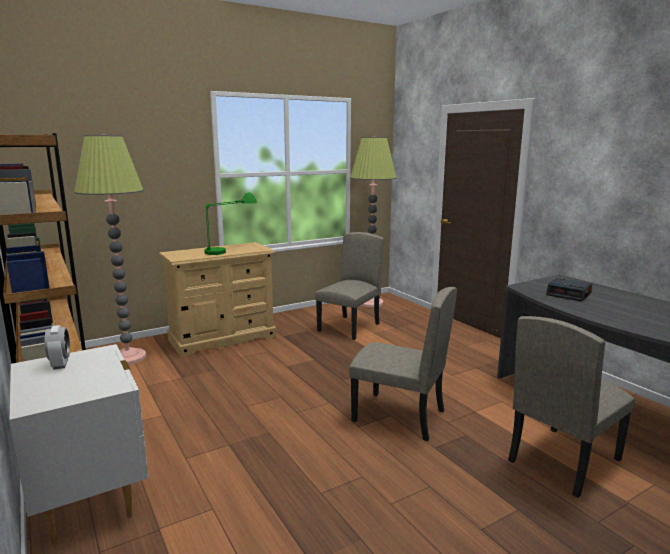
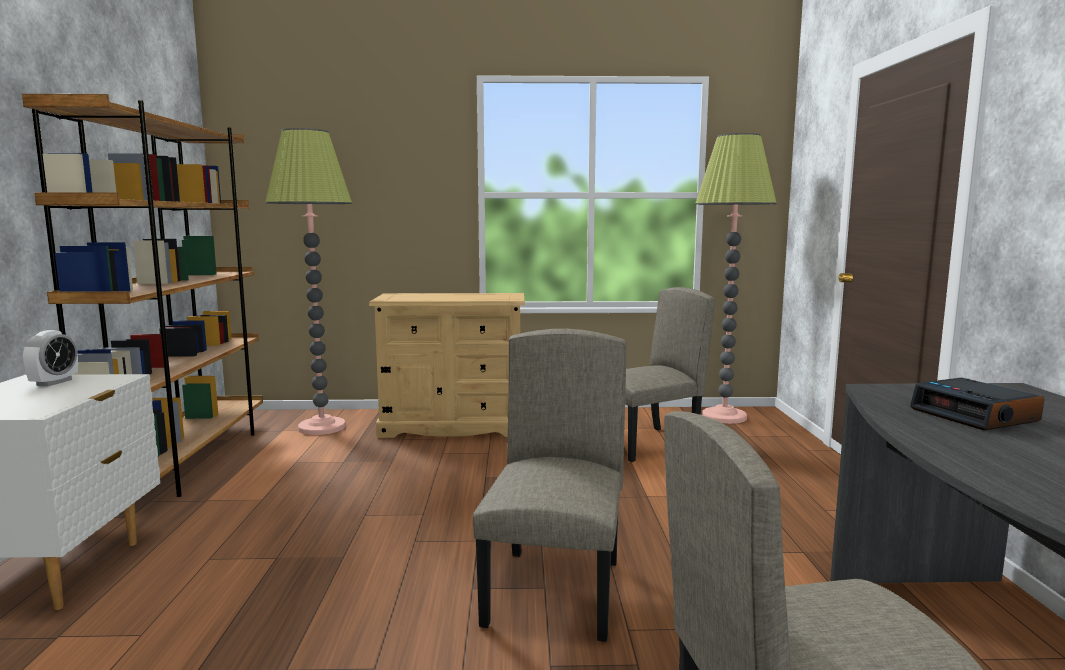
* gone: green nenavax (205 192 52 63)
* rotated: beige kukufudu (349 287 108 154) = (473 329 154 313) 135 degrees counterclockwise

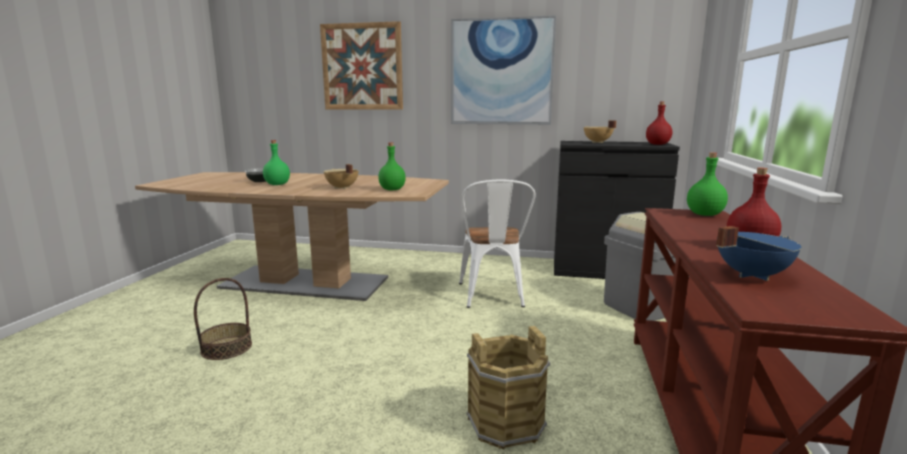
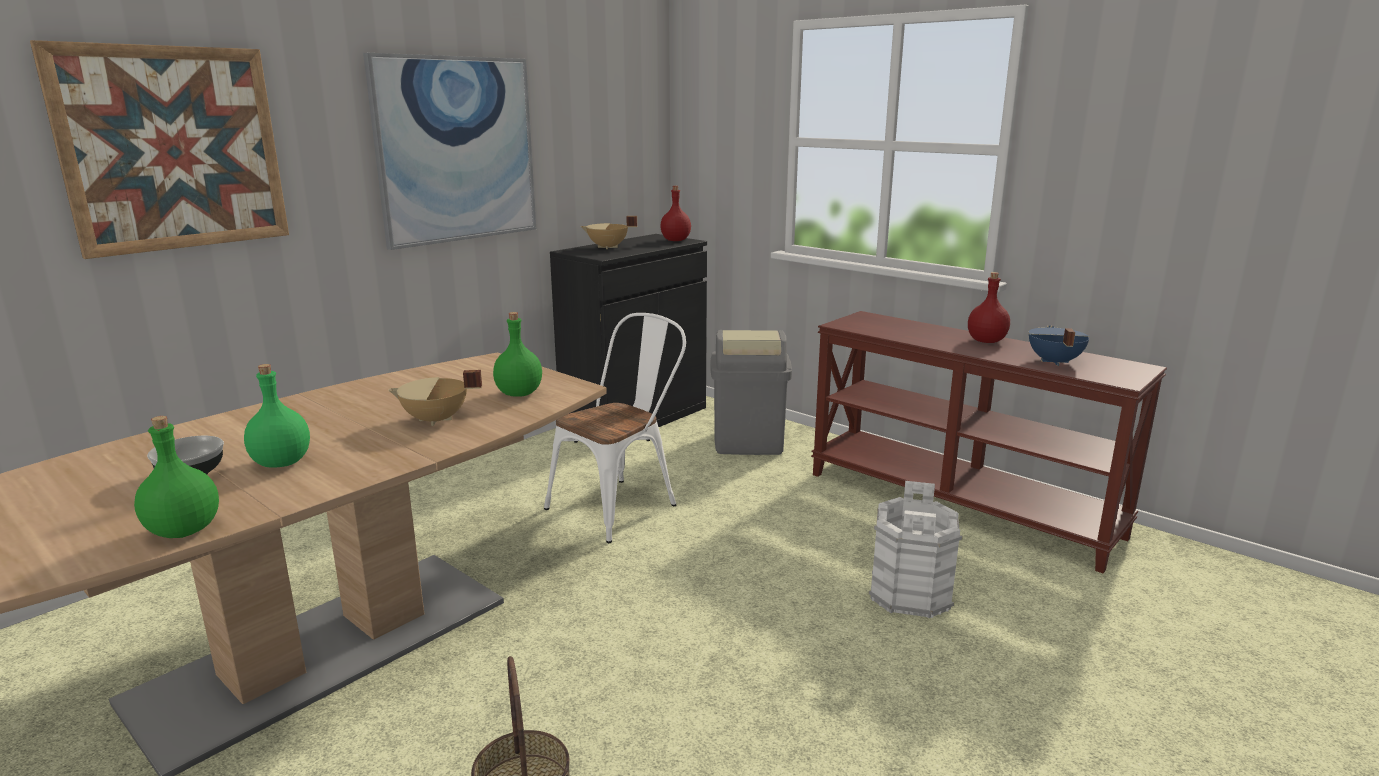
* shifted: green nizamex (687 152 41 64) to (134 416 85 122)
* repainted: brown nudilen (467 326 83 123) to white nudilen (869 481 94 137)
* rotated: white kukufudu (459 180 77 128) = (544 313 142 230) 75 degrees counterclockwise

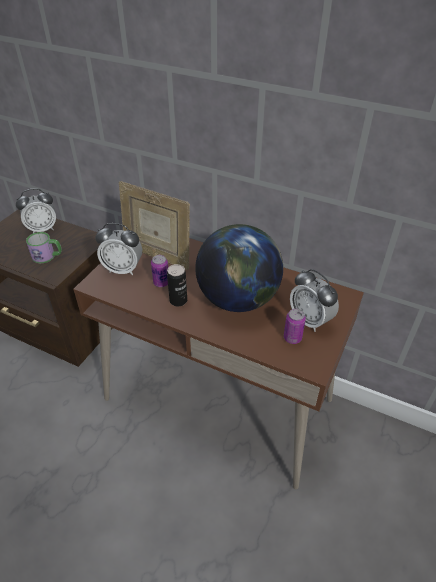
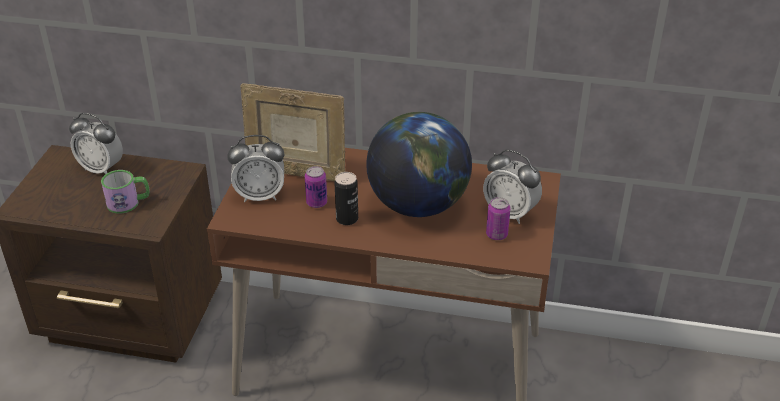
* rotated: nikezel (16 189 40 44) = (69 113 54 61) 60 degrees clockwise

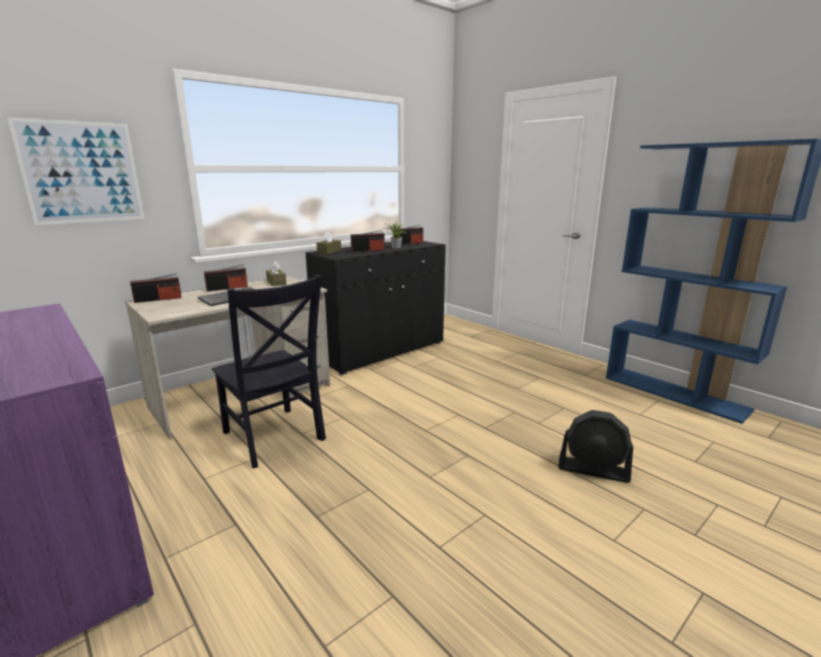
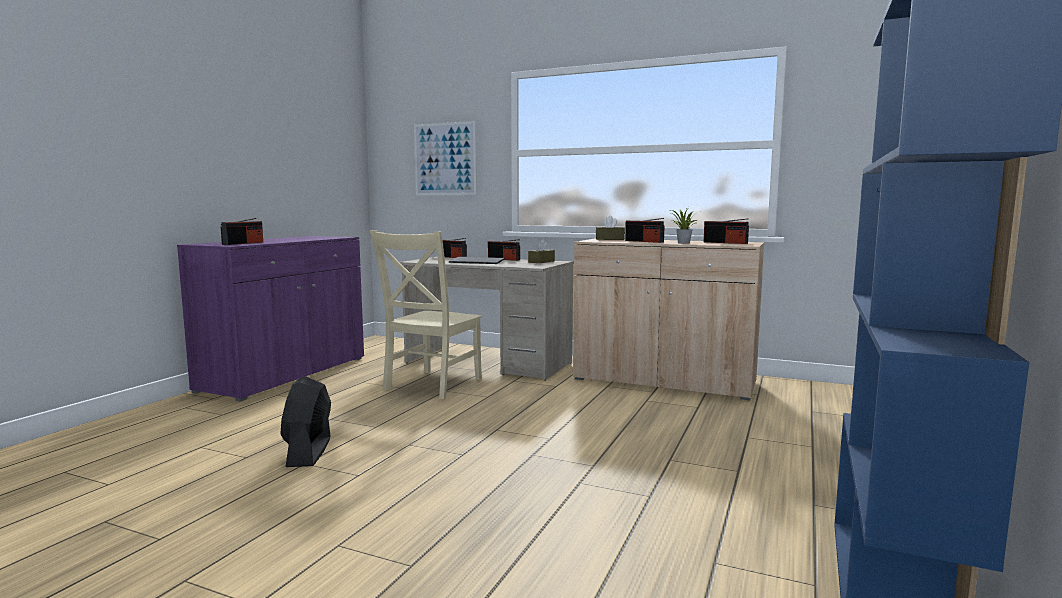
* new: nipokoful (221 218 42 27)
* shifted: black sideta (558 410 75 73) to (280 376 51 91)
* repainted: black kukufudu (212 275 114 193) to beige kukufudu (370 230 112 169)
* repainted: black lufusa (305 241 141 134) to beige lufusa (573 238 191 162)

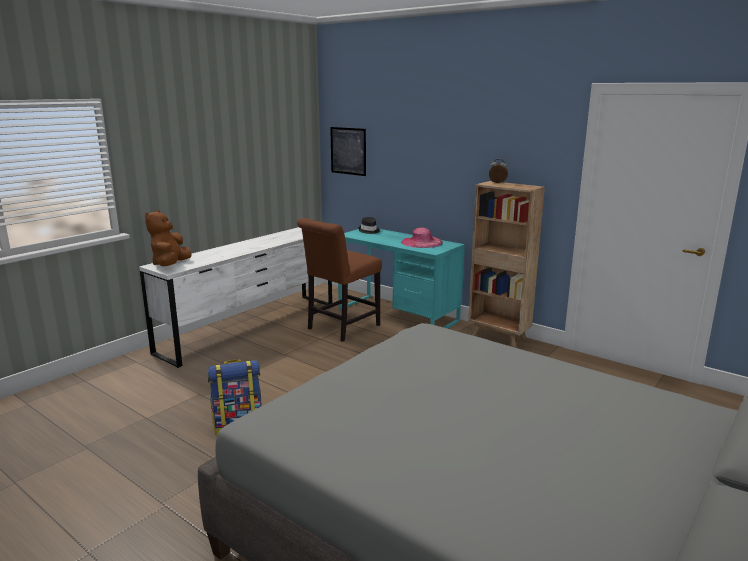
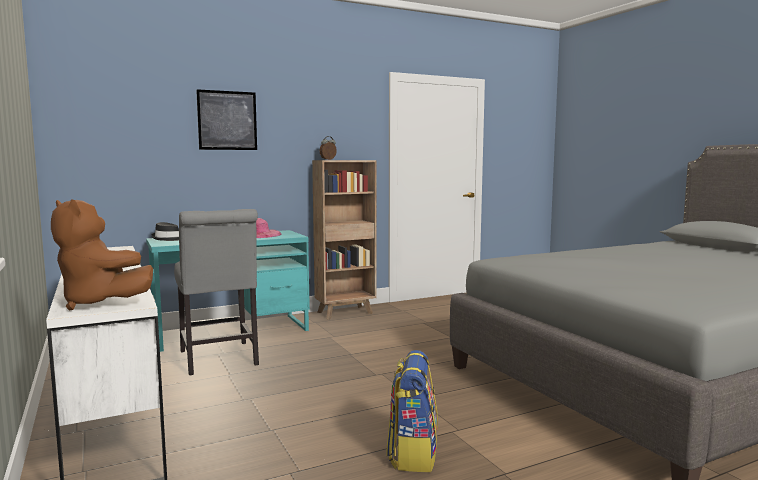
* shifted: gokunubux (330 127 36 49) to (196 89 61 61)
* repainted: brown kukufudu (297 218 85 124) to grey kukufudu (174 209 85 166)

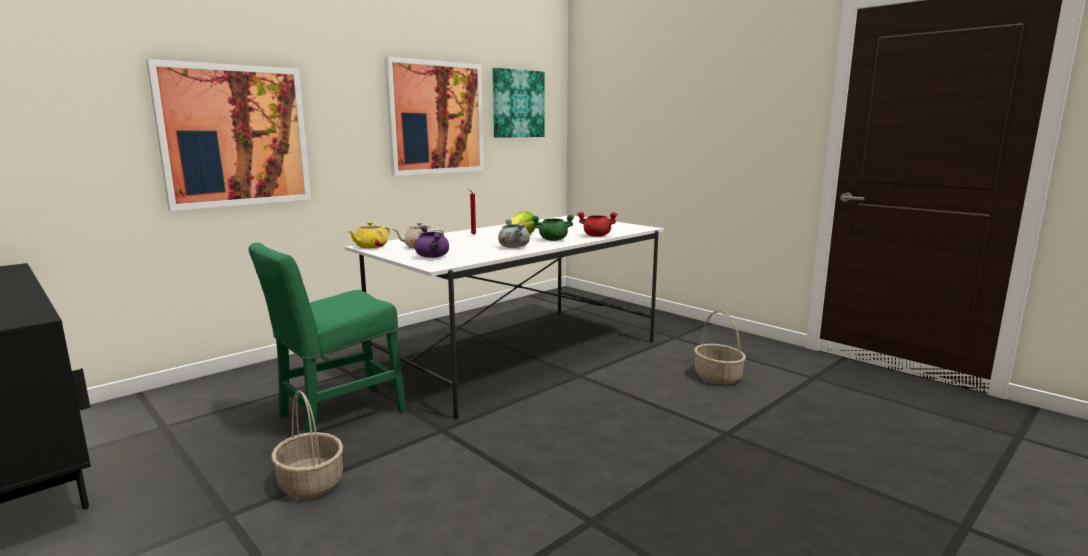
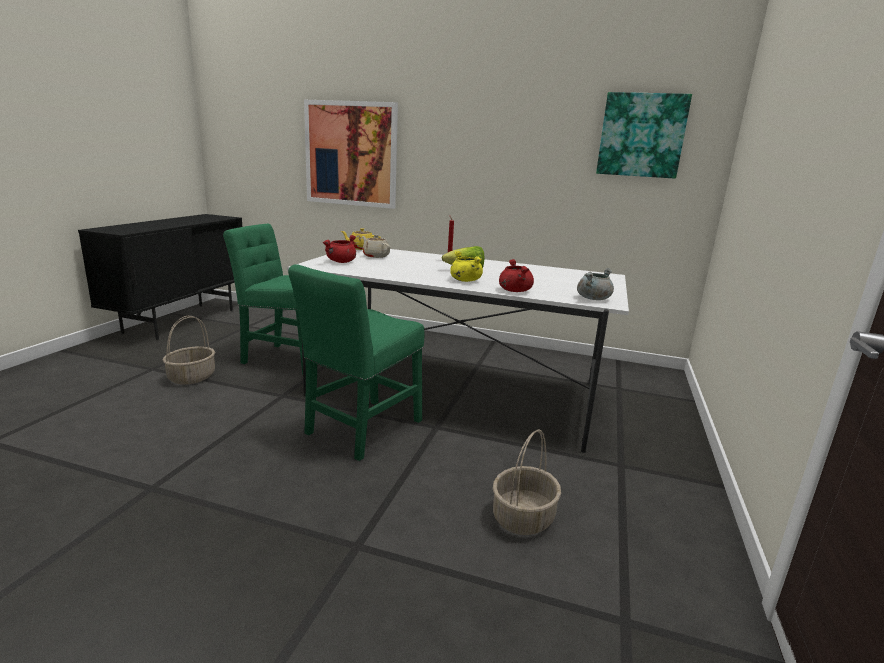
* gone: gokunubux (385 56 99 120)
* new: green kukufudu (288 264 137 197)
* shifted: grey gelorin (498 219 32 29) to (577 268 37 32)
* repainted: purple gelorin (415 225 34 33) to red gelorin (323 235 33 28)
* repainted: green gelorin (531 215 43 26) to yellow gelorin (450 251 33 31)

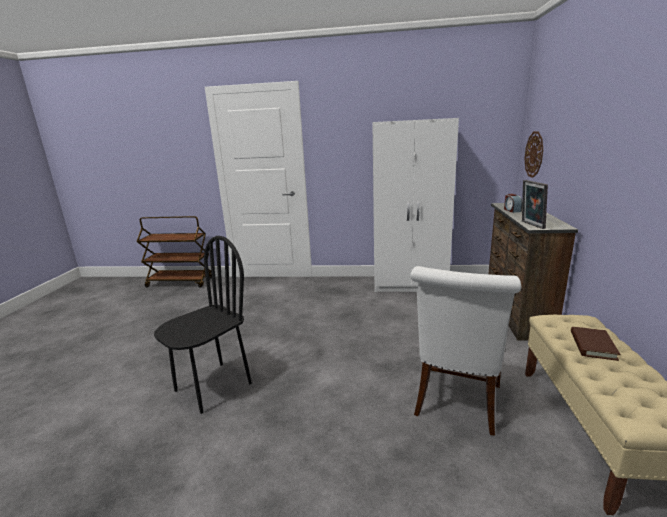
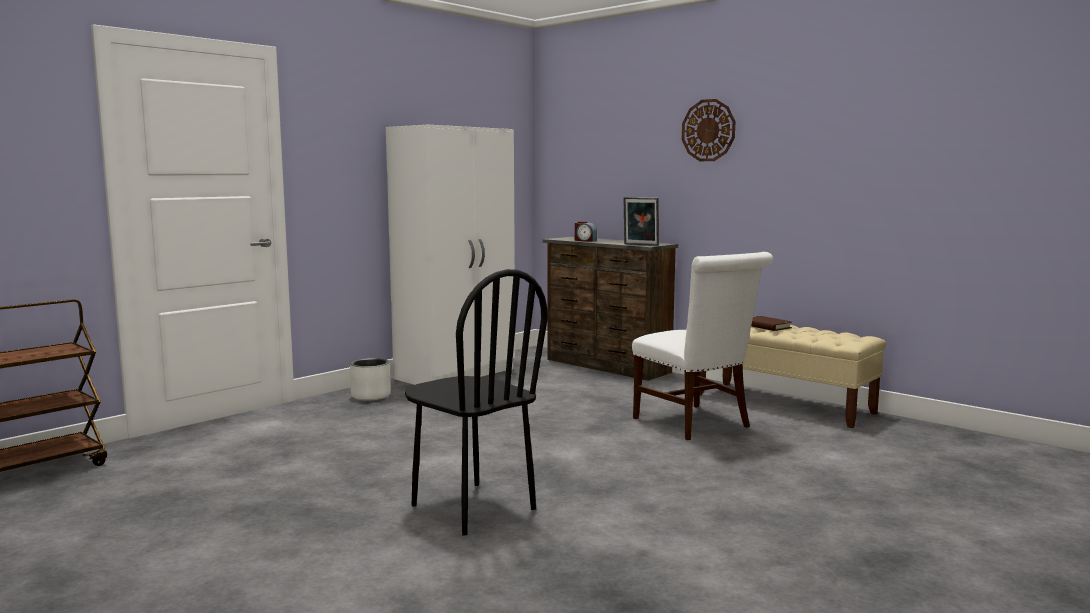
* new: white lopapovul (350 358 41 43)
* shifted: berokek (524 131 19 47) to (682 99 53 62)
* rotated: black kukufudu (154 236 98 178) = (405 269 142 267) 150 degrees clockwise

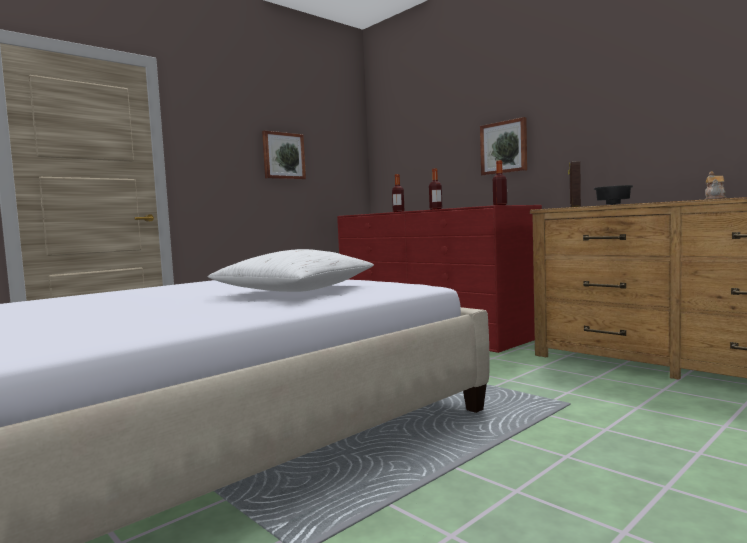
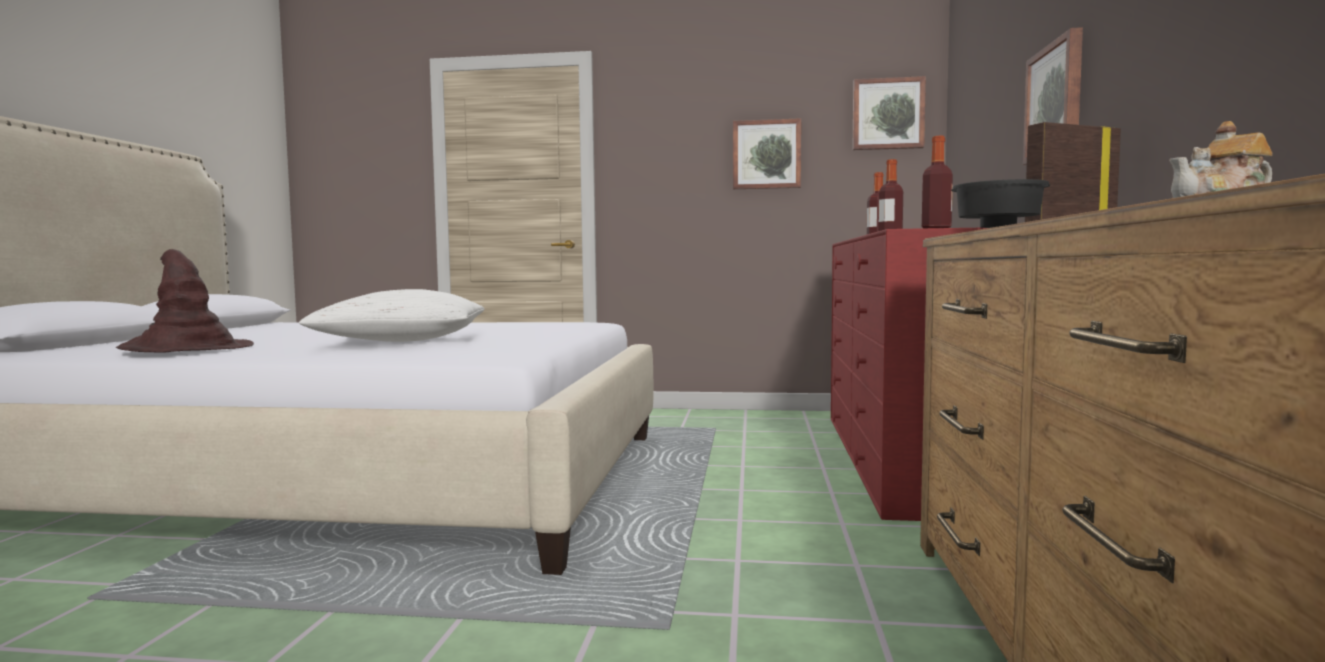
* new: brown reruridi (116 249 138 104)
* new: gokunubux (852 76 74 74)

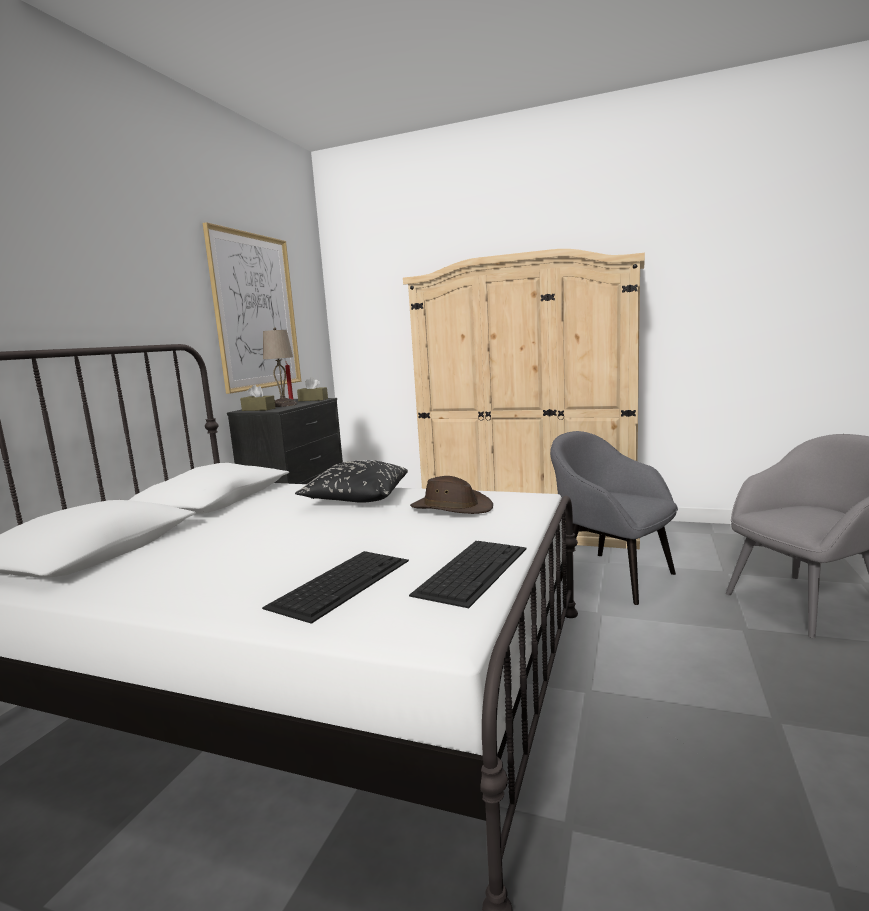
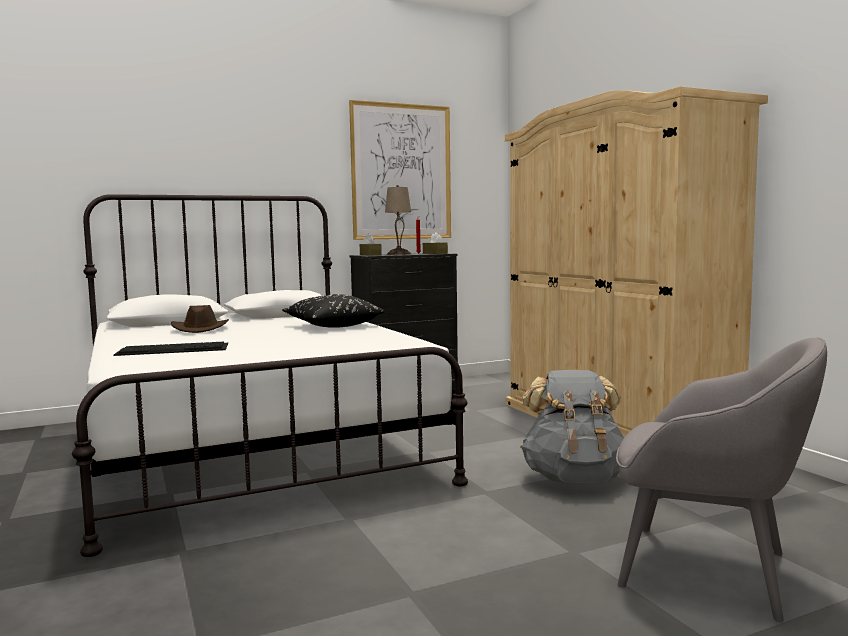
* gone: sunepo (409 541 118 67)
* shifted: brown reruridi (410 476 83 38) to (171 305 58 28)
* swapped: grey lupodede (550 431 128 174) to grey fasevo (520 370 105 114)

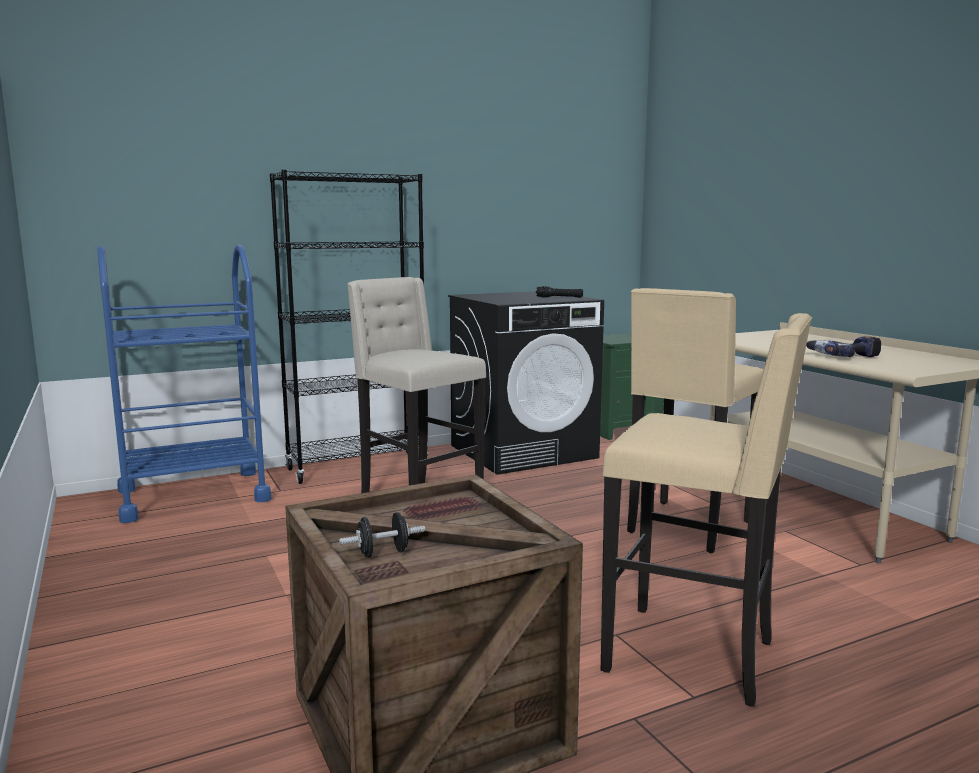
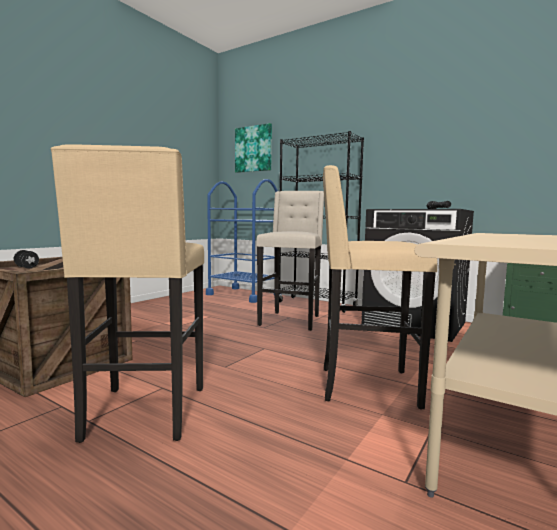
* gone: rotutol (806 336 75 21)
* new: gokunubux (235 123 37 50)

